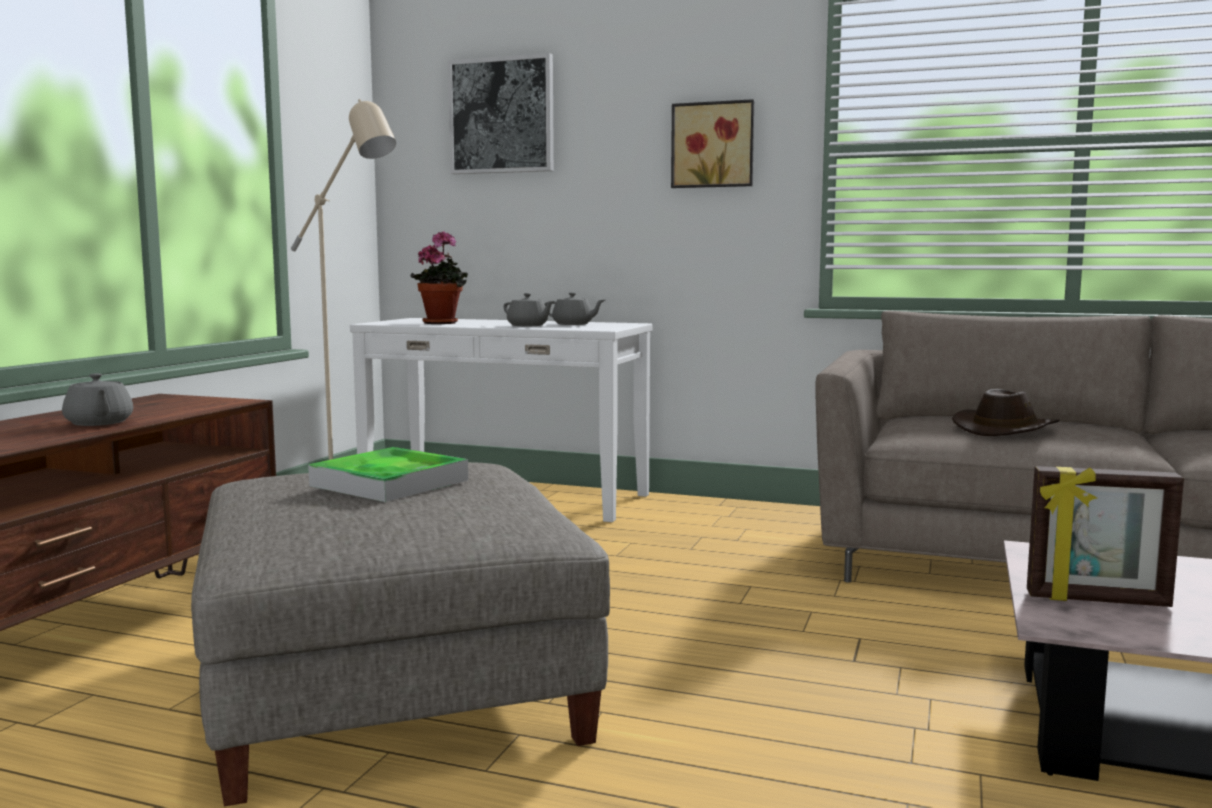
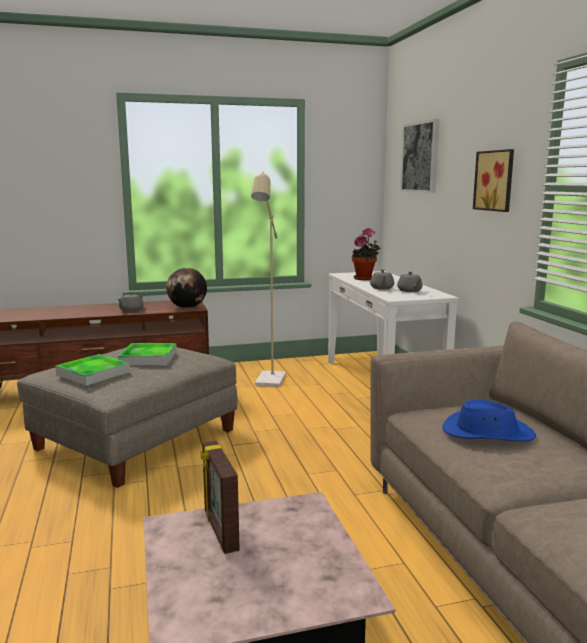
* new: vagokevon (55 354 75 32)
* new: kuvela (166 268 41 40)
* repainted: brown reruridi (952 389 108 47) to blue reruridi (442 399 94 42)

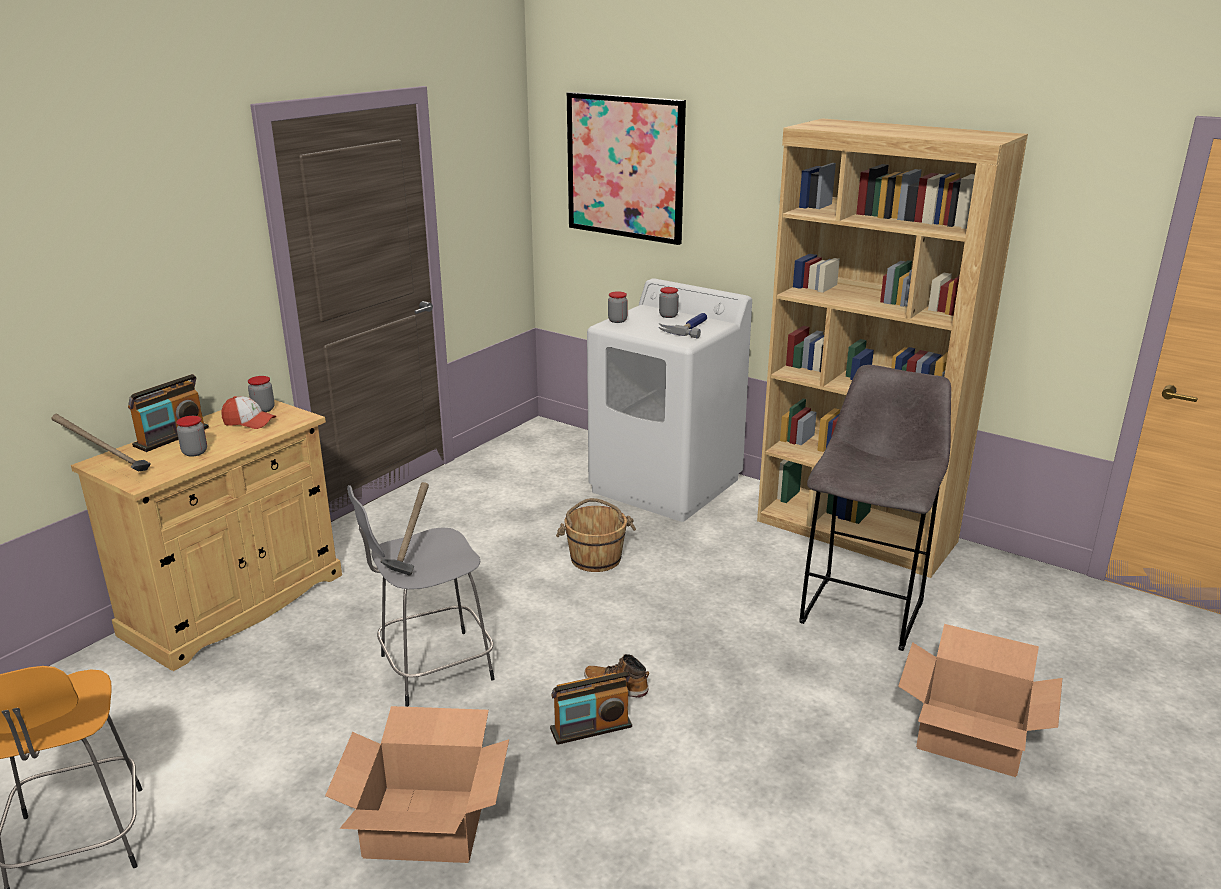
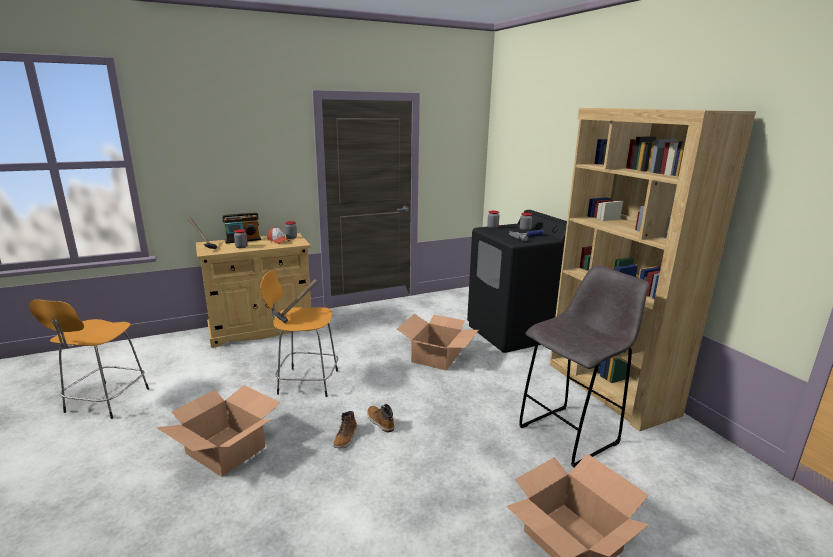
* gone: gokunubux (567 92 119 153)
* swapped: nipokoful (550 671 82 74) to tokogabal (333 411 24 38)
* swapped: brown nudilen (556 498 80 74) to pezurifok (397 314 82 56)
* repainted: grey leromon (347 485 148 222) to orange leromon (260 270 78 127)
* repainted: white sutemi (587 279 165 243) to black sutemi (467 210 100 143)

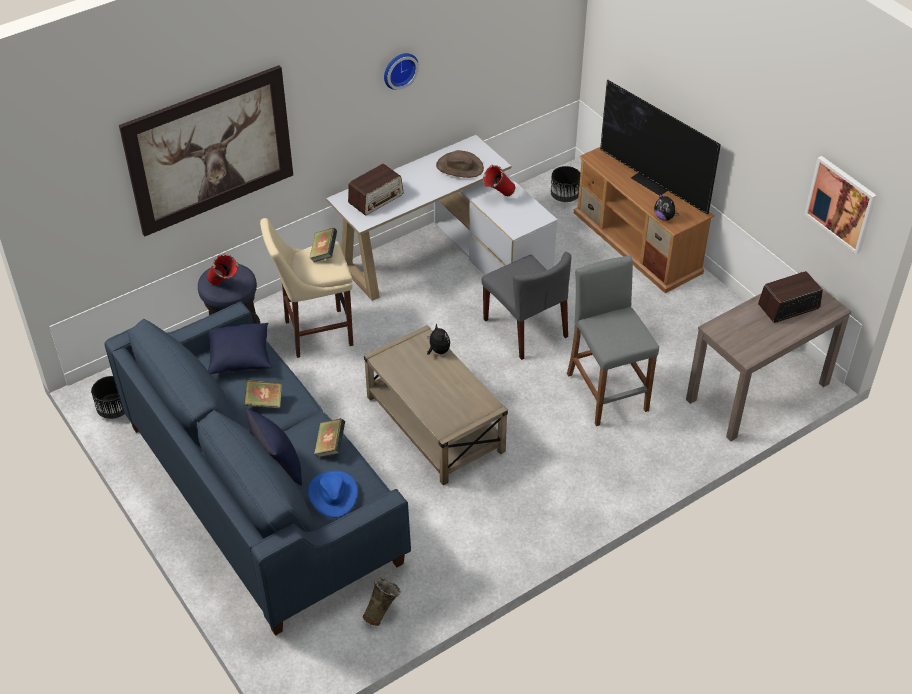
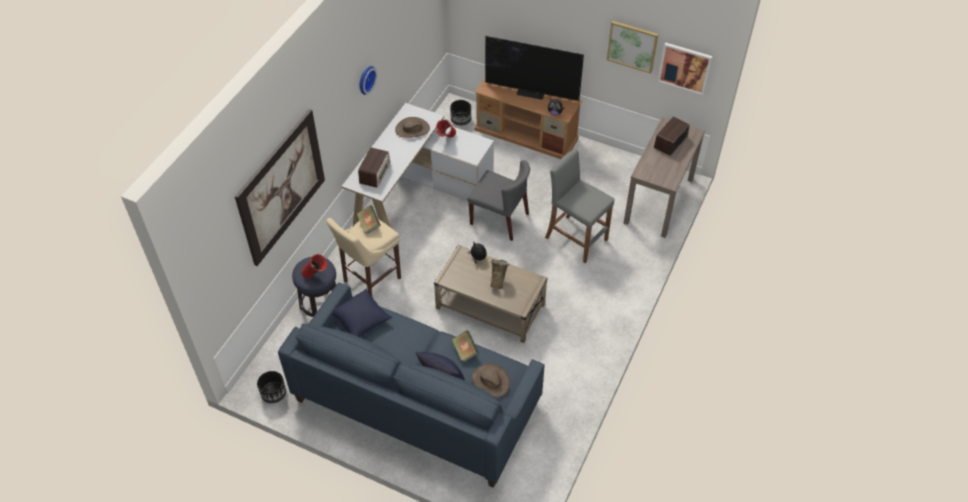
* gone: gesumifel (244 380 38 29)
* new: gokunubux (607 21 51 53)
* shifted: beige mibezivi (363 578 38 48) to (491 259 18 30)
* repainted: blue reruridi (308 470 50 48) to brown reruridi (472 364 38 33)

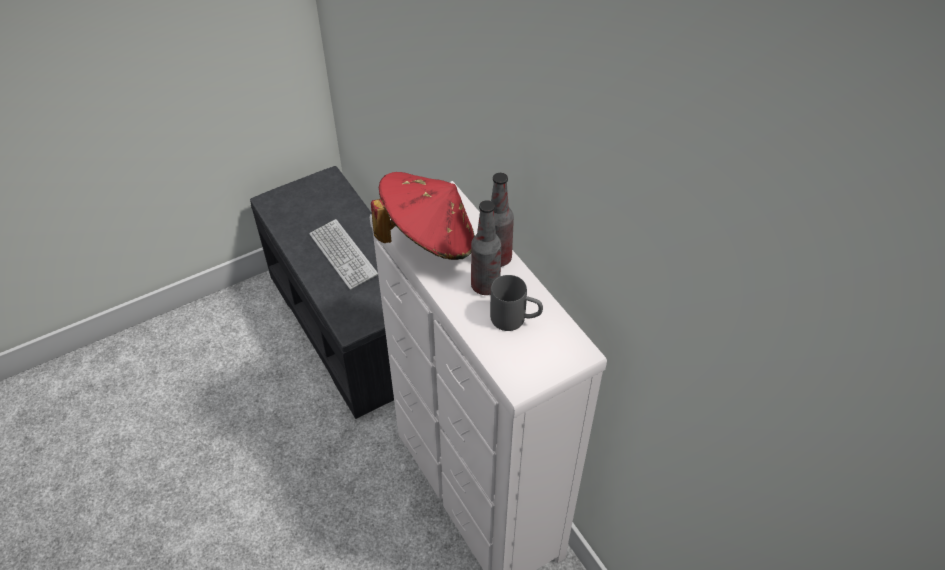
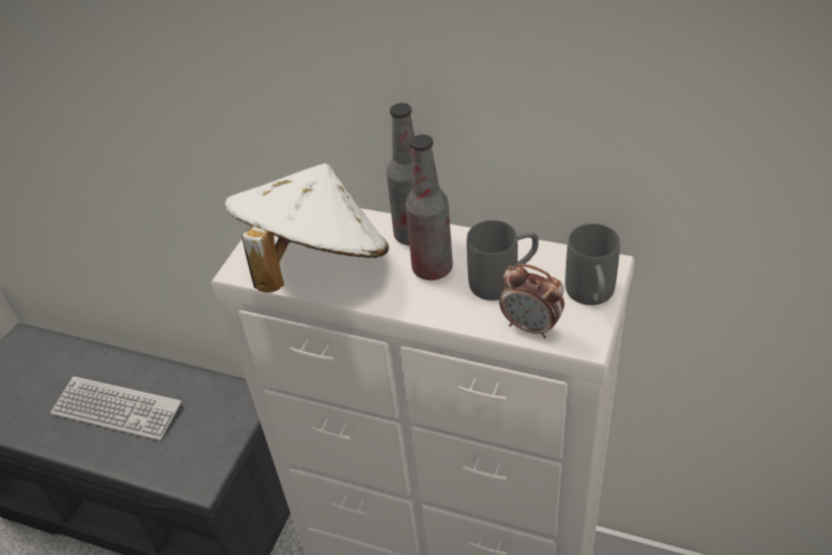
* new: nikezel (499 264 65 75)
* new: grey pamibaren (565 223 55 82)
* repainted: red reruridi (371 172 104 88) to white reruridi (224 163 165 130)

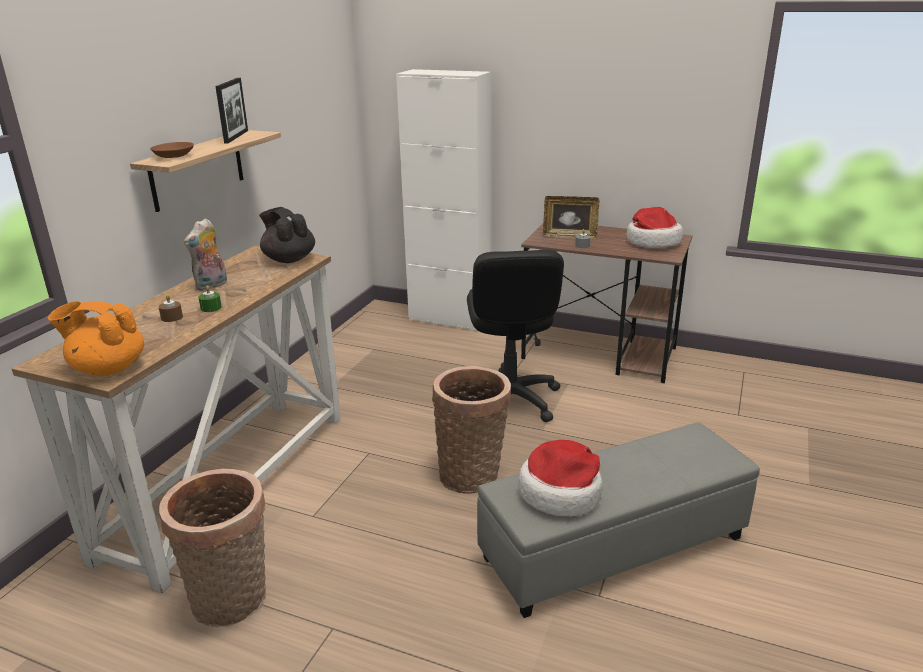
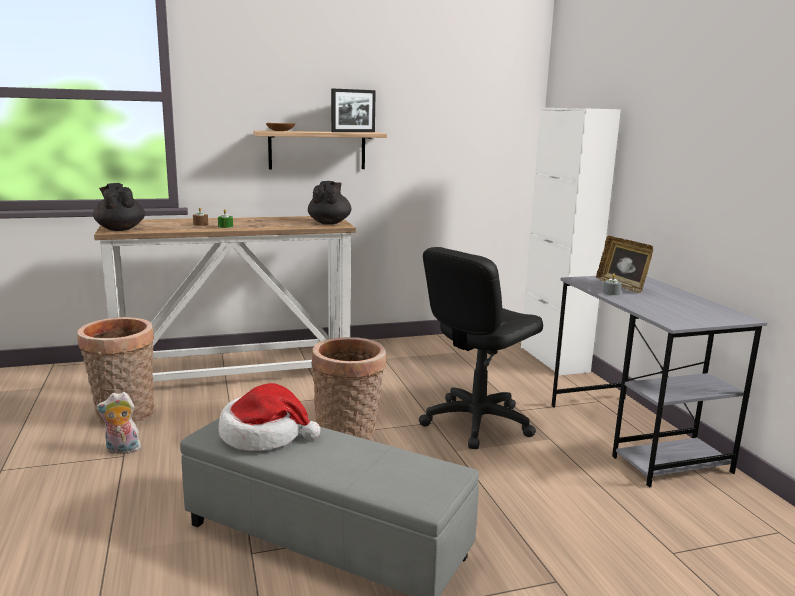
* gone: reruridi (627 207 56 41)
* shifted: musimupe (184 218 43 73) to (96 392 45 62)
* repainted: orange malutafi (48 301 96 75) to black malutafi (93 183 52 48)
* repainted: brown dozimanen (521 223 171 160) to grey dozimanen (551 276 217 212)

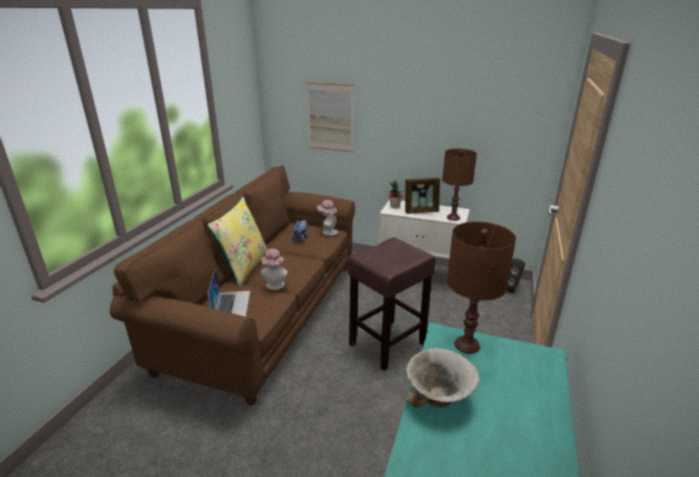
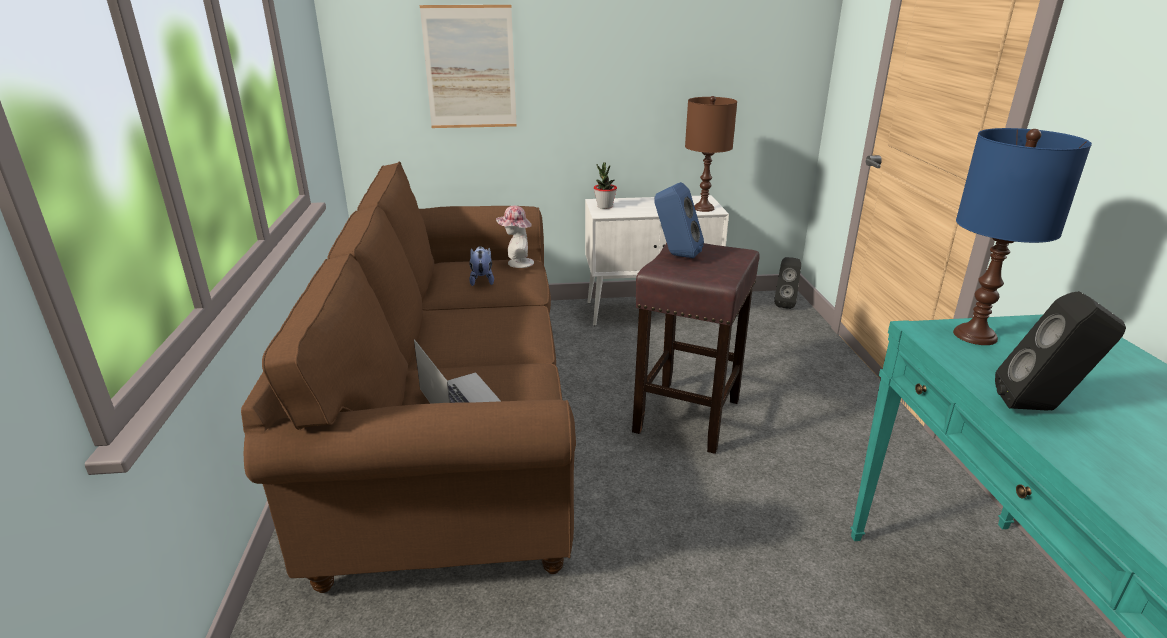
* gone: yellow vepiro (207 197 61 89)
* gone: reruridi (261 249 27 41)
* gone: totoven (405 178 35 36)
* new: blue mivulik (654 182 50 76)
* swapped: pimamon (406 348 74 60) to black mivulik (995 291 131 119)
* repainted: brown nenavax (447 221 69 133) to blue nenavax (953 128 139 217)

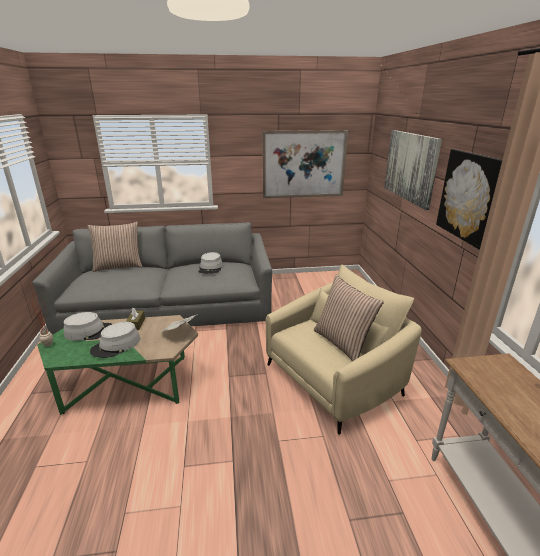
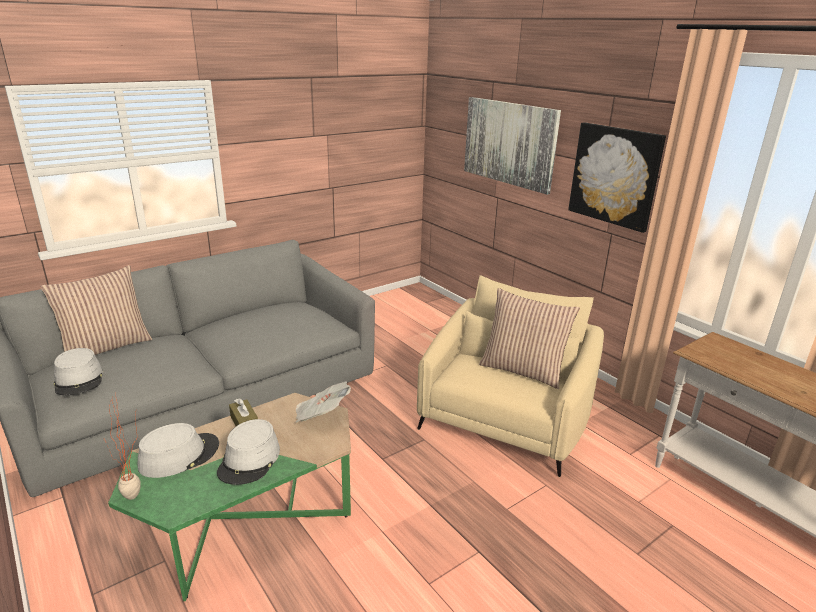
* gone: gokunubux (262 130 86 68)
* shifted: grey reruridi (198 252 25 22) to (54 348 49 47)

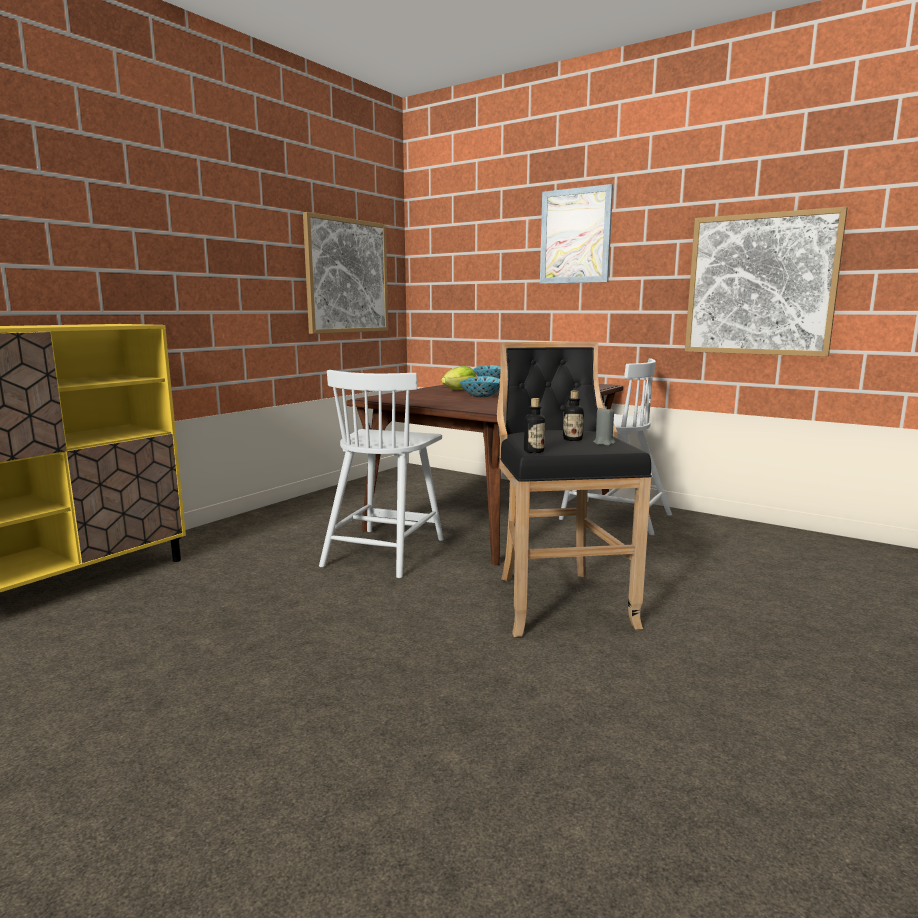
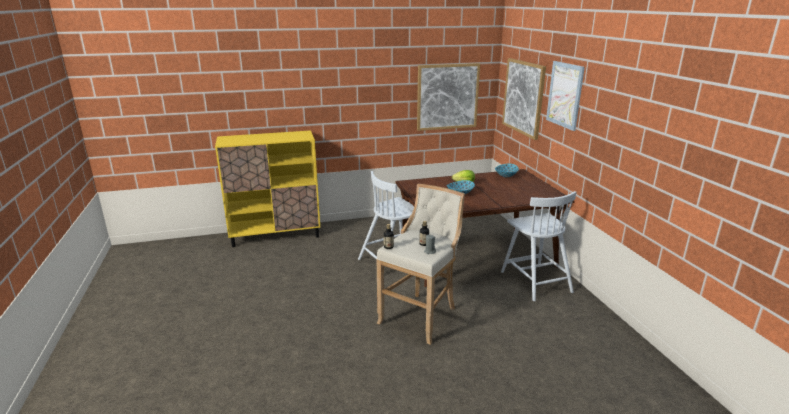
* shifted: gokunubux (685 207 162 150) to (502 58 44 82)
* repainted: black leromon (497 342 155 295) to beige leromon (376 184 89 161)

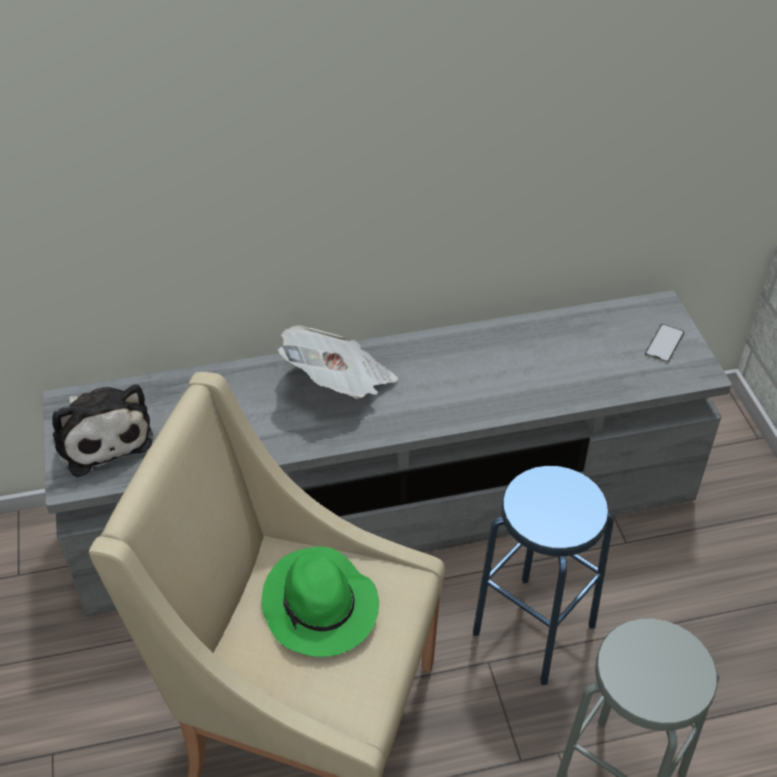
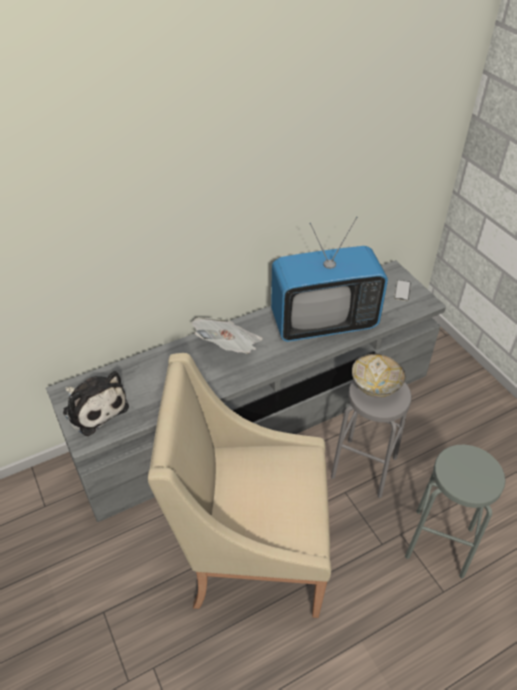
* gone: green reruridi (262 547 117 110)
* new: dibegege (271 217 117 125)
* new: pimamon (352 354 54 44)
* repainted: blue leromon (473 466 141 219) to grey leromon (331 379 81 119)

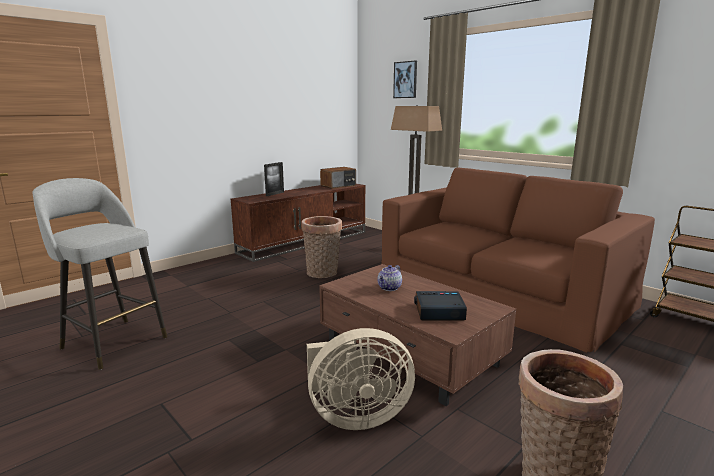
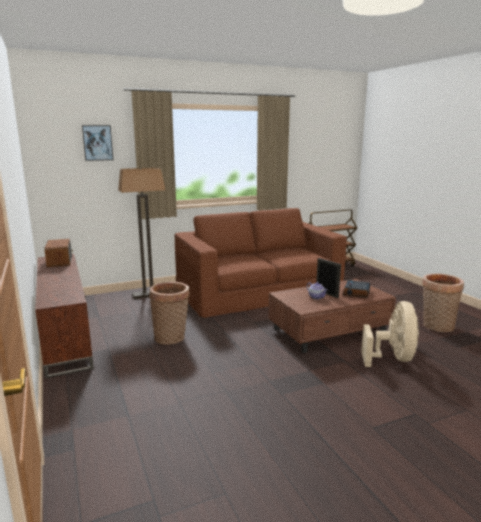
* gone: grey leromon (32 178 136 192)
* shifted: totoven (264 162 20 34) to (316 258 25 40)

